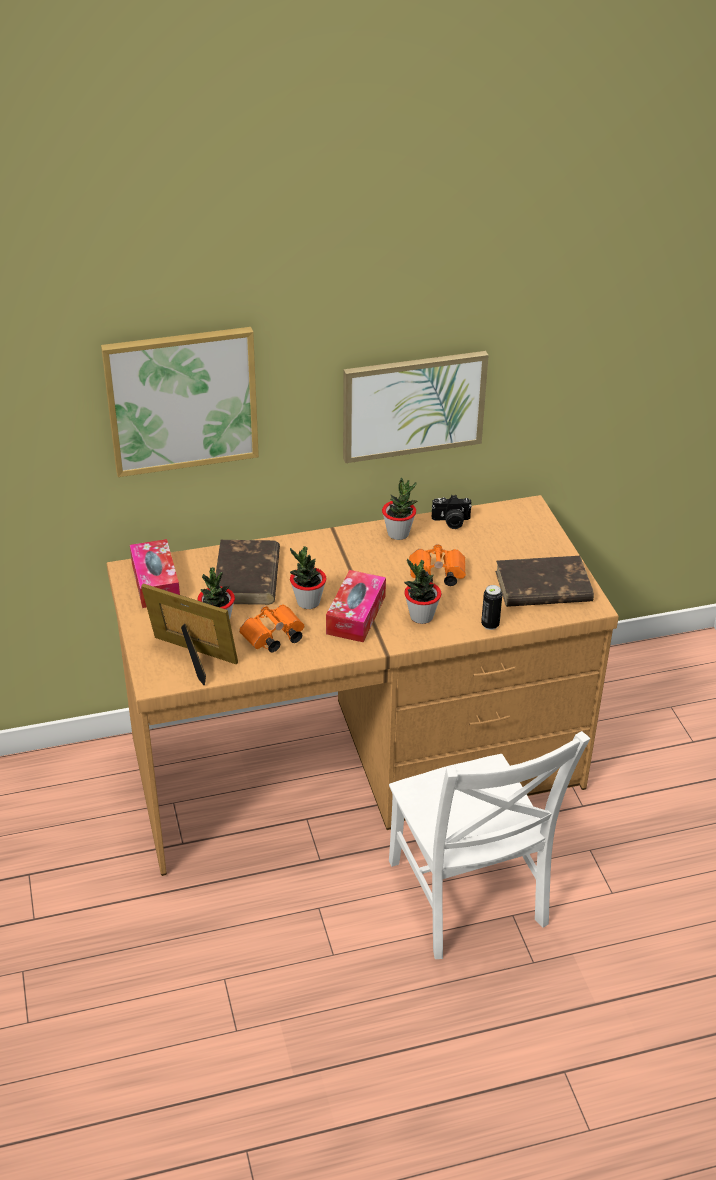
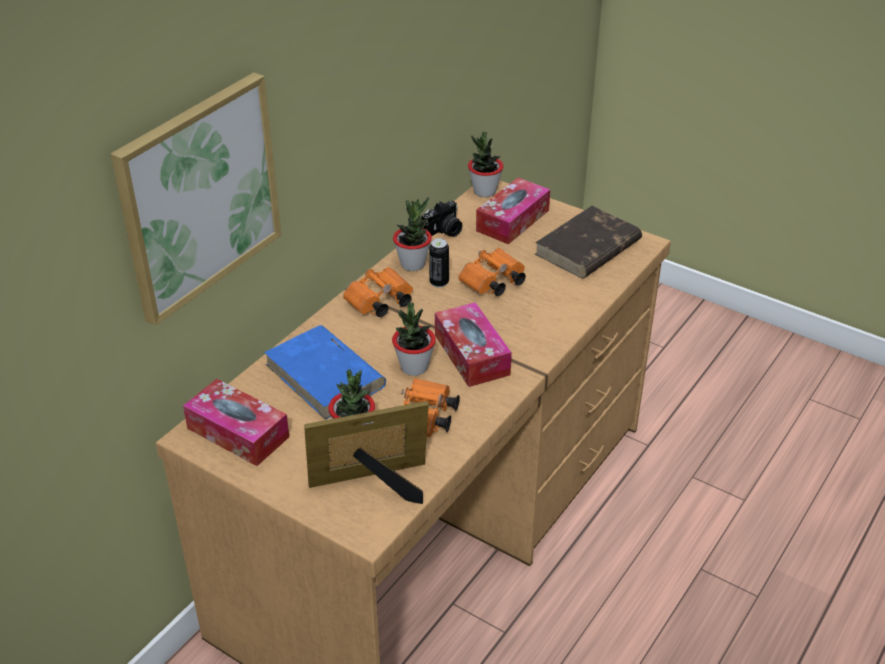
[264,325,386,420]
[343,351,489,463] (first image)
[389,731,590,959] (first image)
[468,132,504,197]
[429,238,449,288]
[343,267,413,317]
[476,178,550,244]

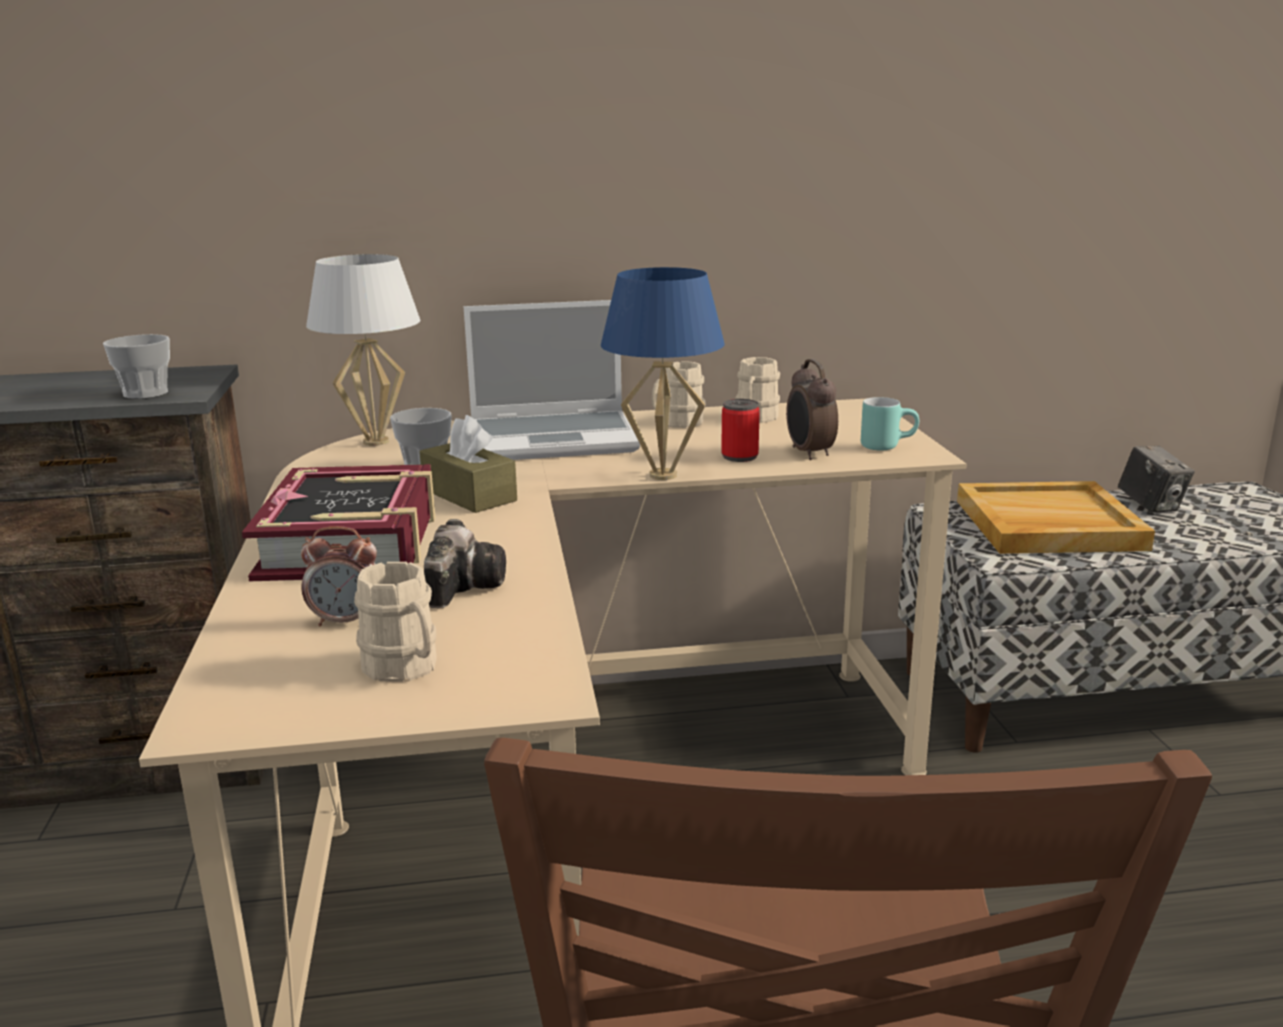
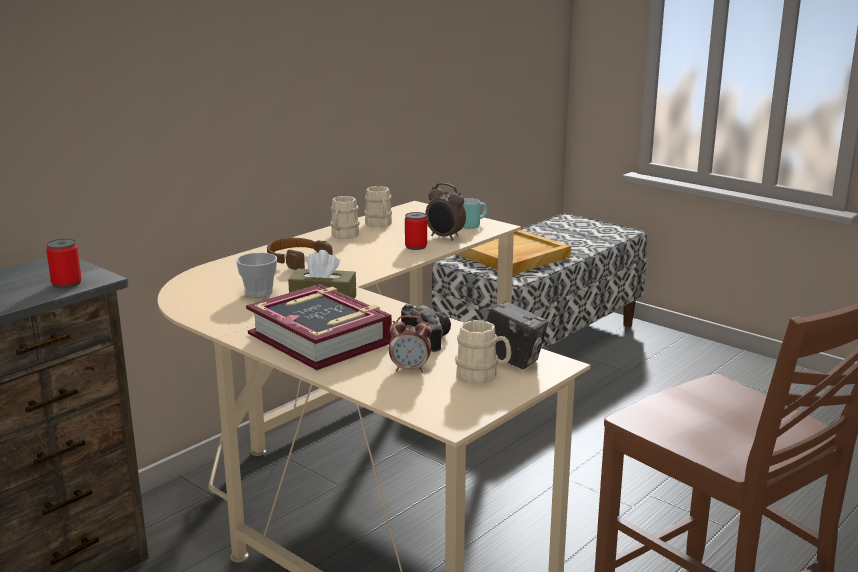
[46,239,82,288]
[389,315,432,372]
[306,254,420,446] (first image)
[267,238,333,270]
[601,267,725,480] (first image)
[486,301,549,369]

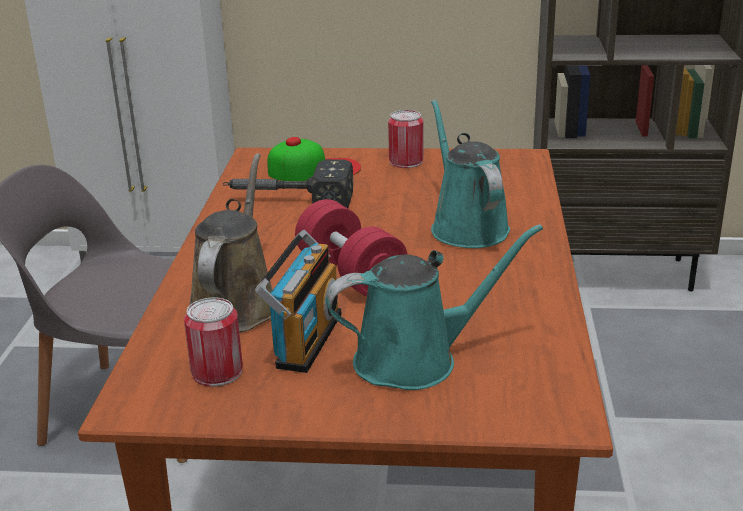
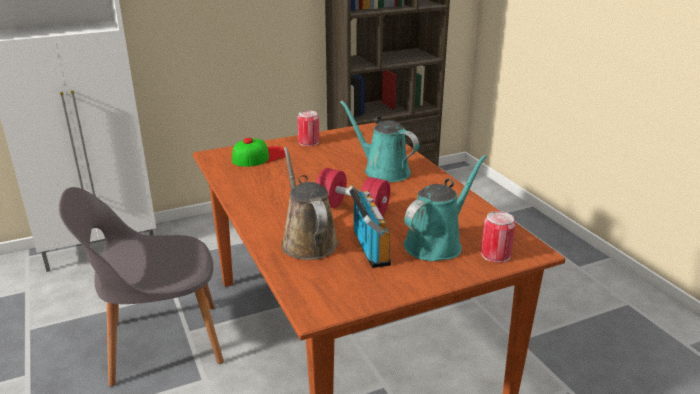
[481,211,516,263]
[223,159,353,208] (first image)

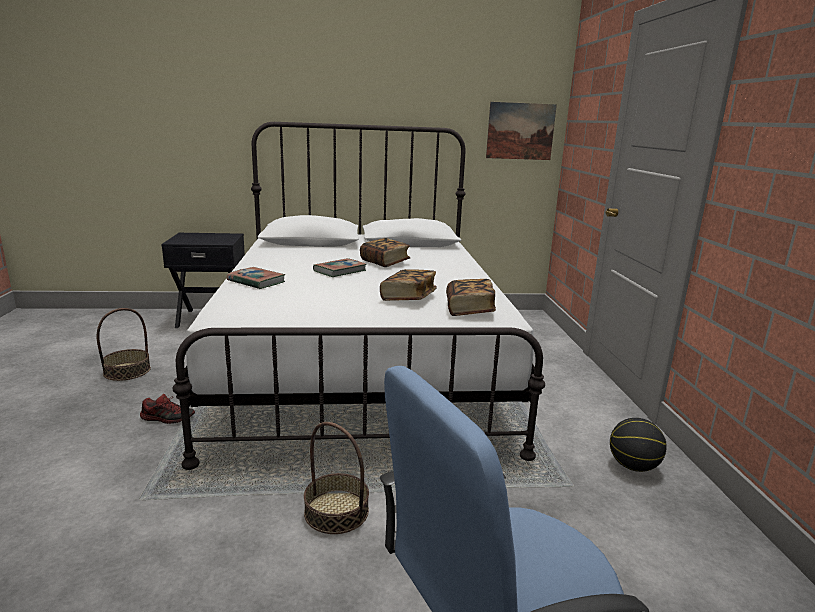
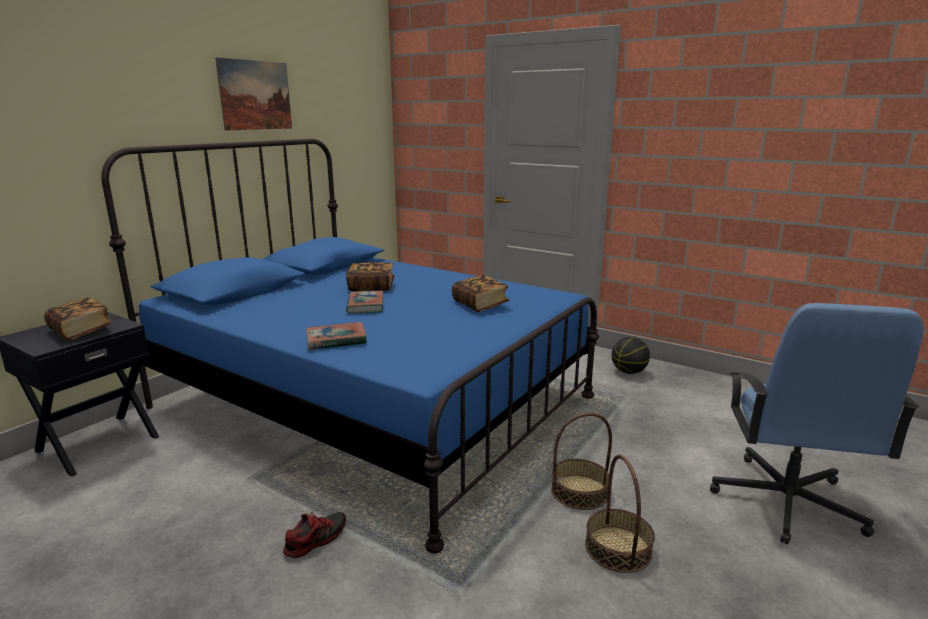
[585,455,655,573]
[101,139,599,553]
[44,298,112,341]
[215,57,292,131]

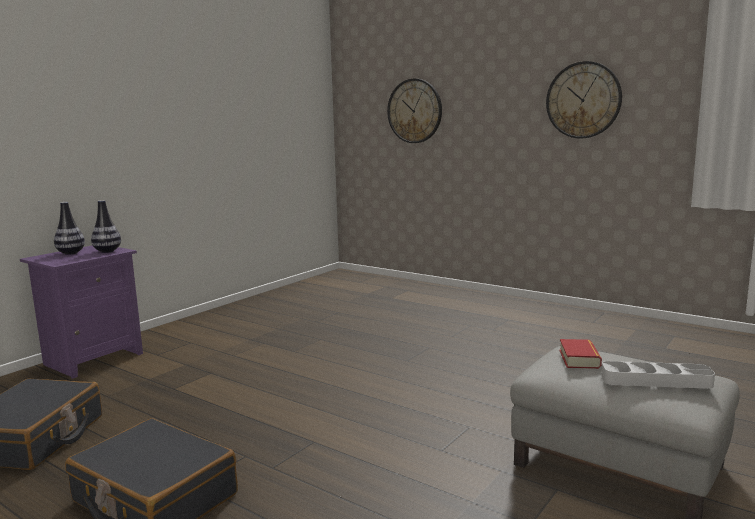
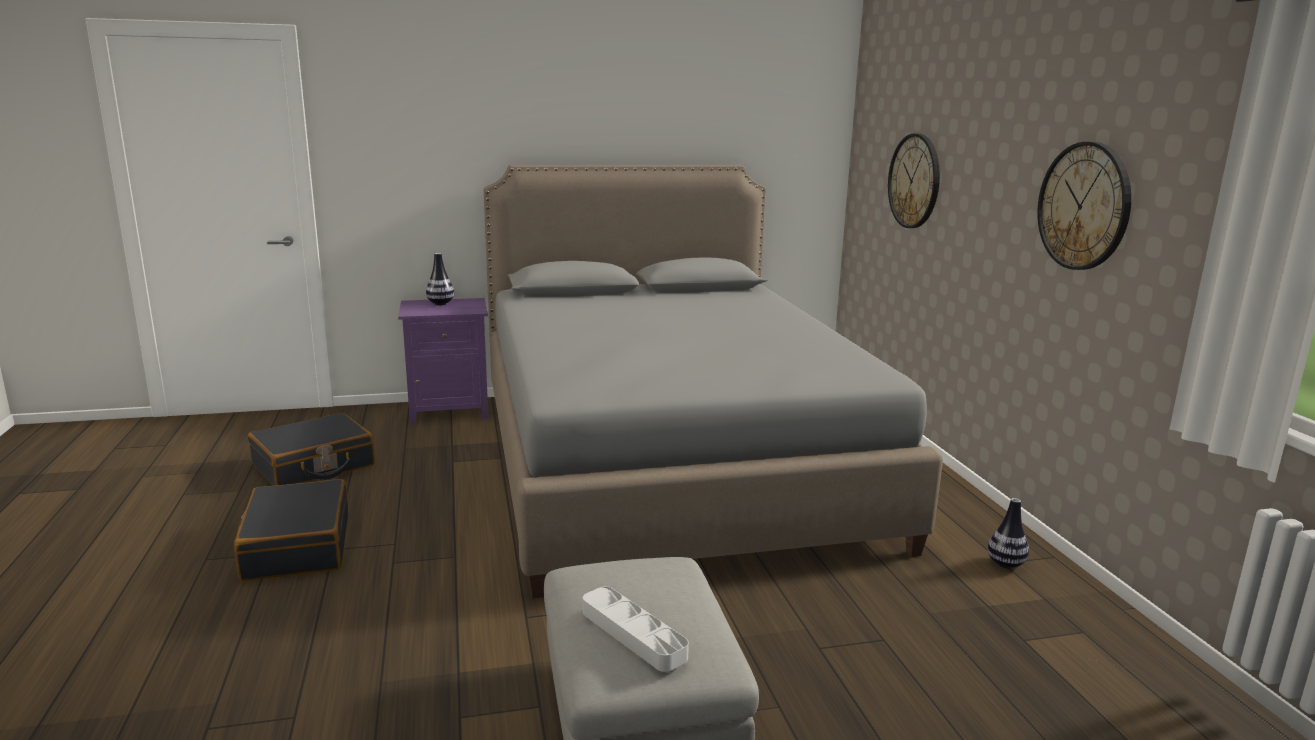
[988,498,1029,568]
[559,339,602,369] (first image)
[484,165,943,598]

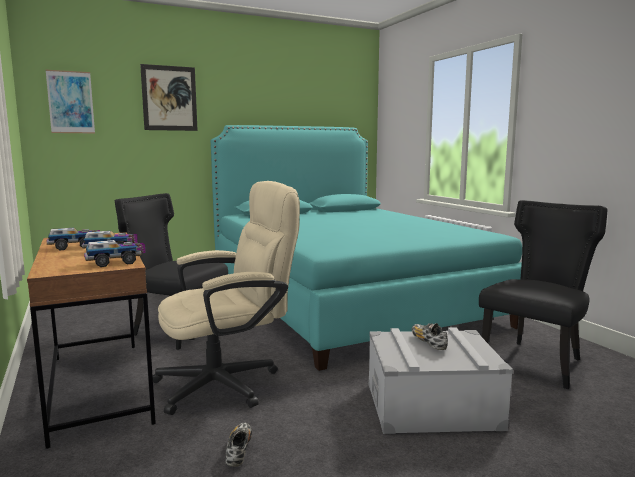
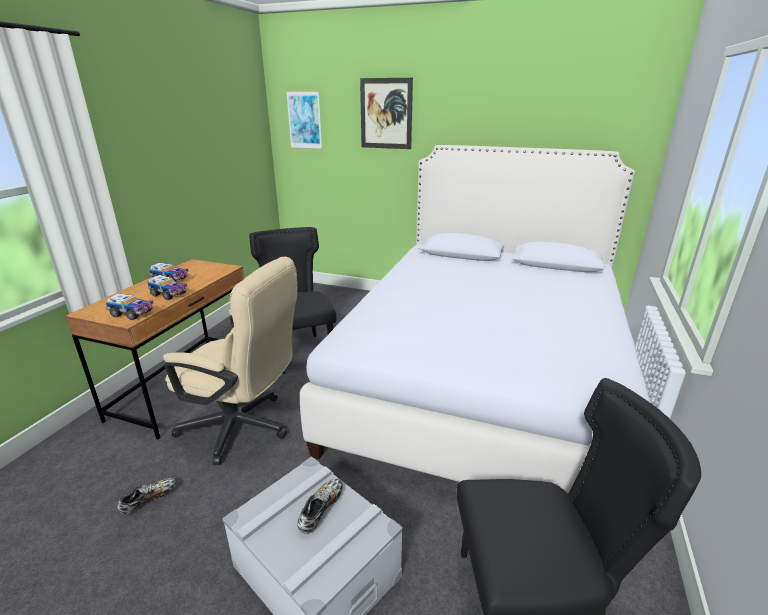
[300,145,651,493]

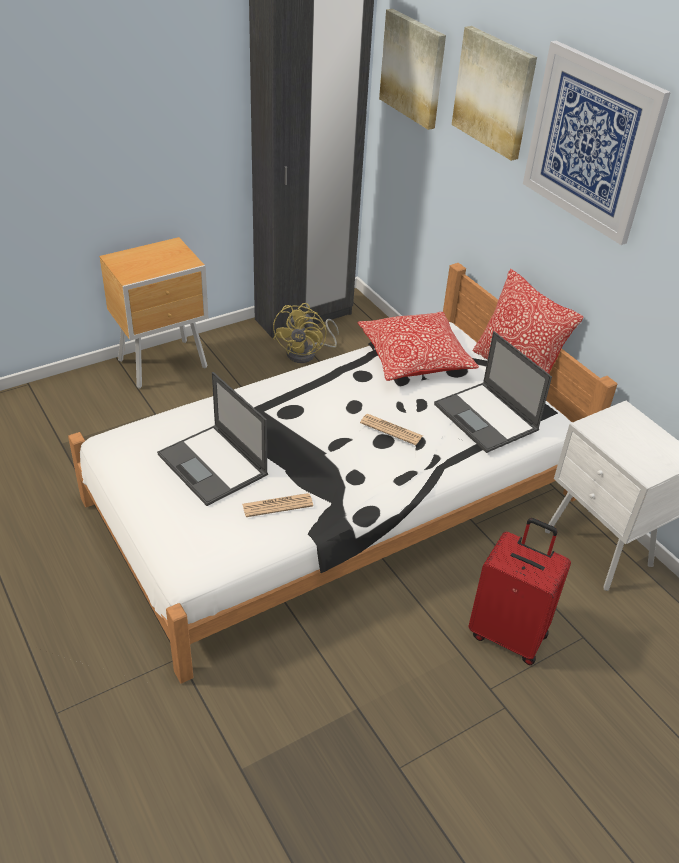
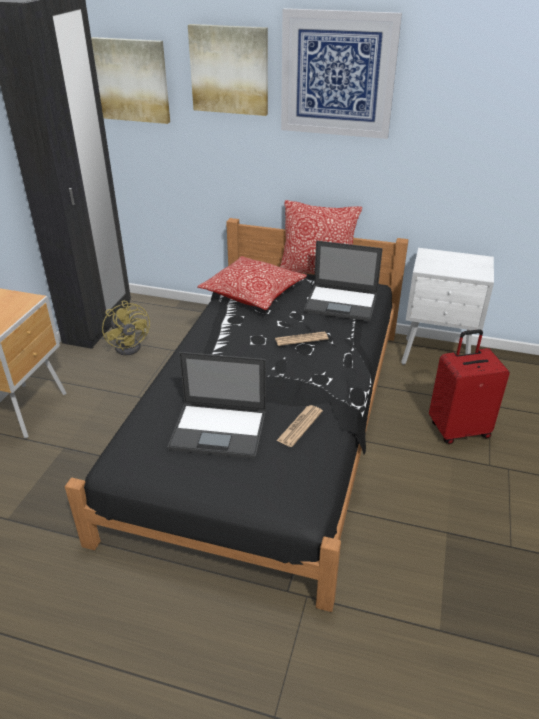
[65,218,408,612]

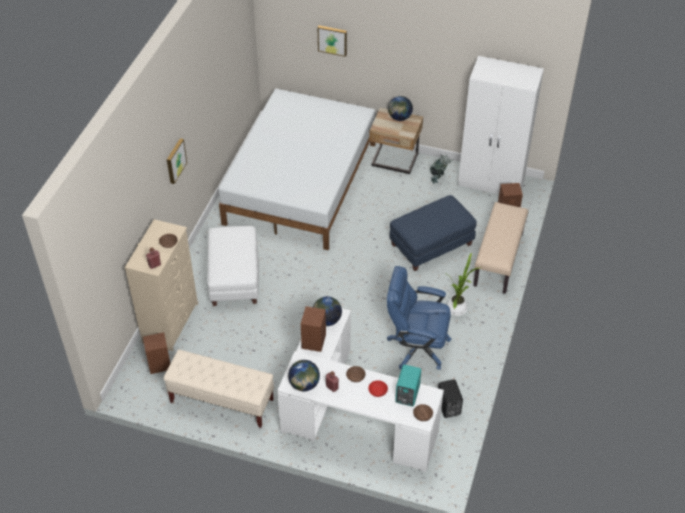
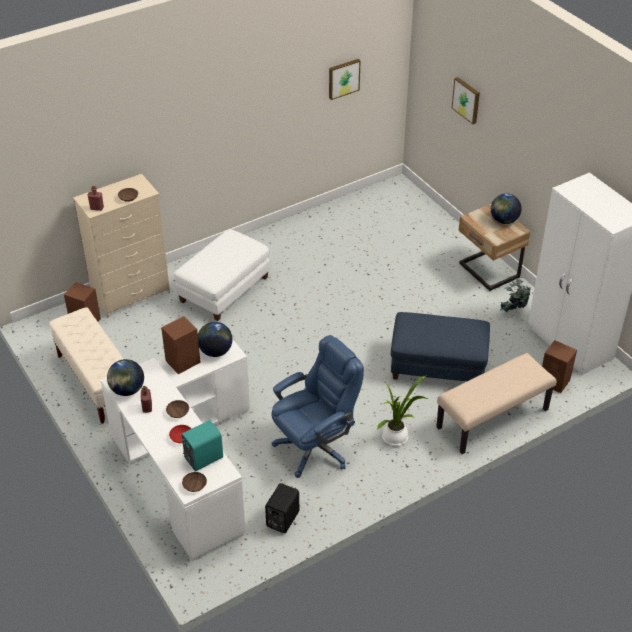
[329,59,361,100]
[218,89,376,250] (first image)
[271,335,364,478]

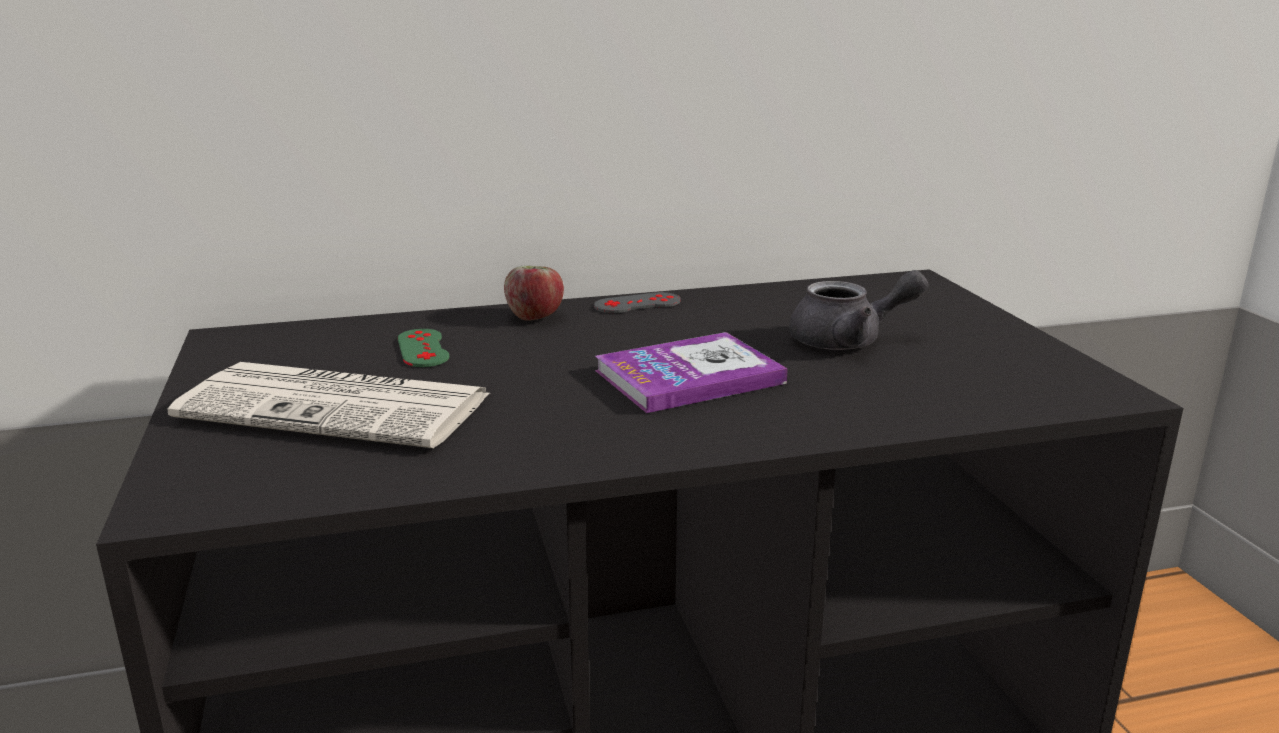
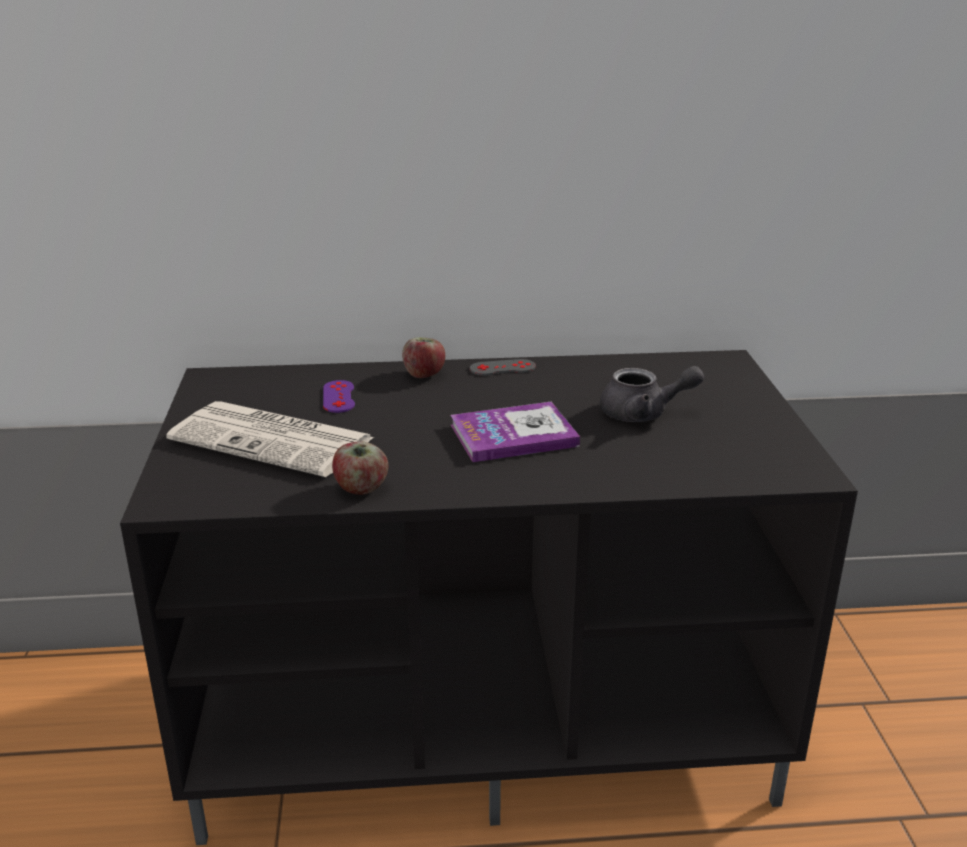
[323,380,355,413]
[332,441,388,495]

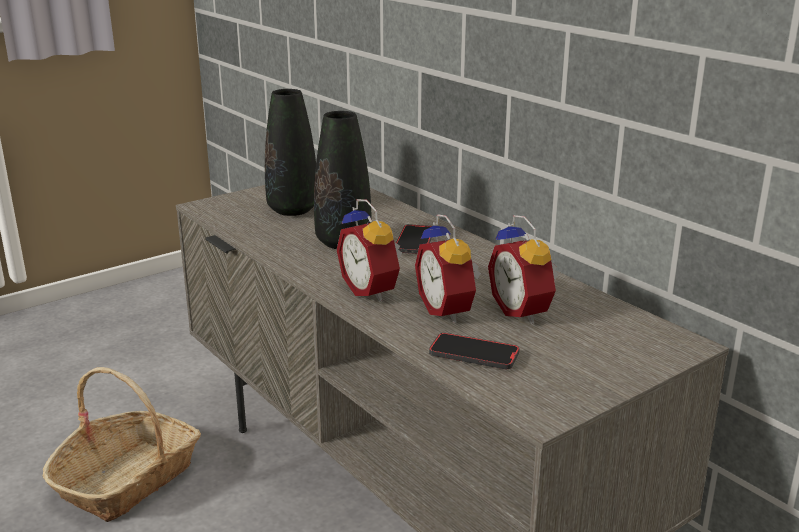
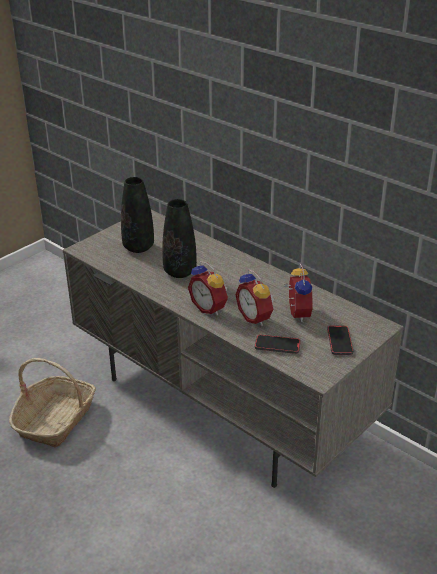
[327,325,353,355]
[284,264,313,322]

